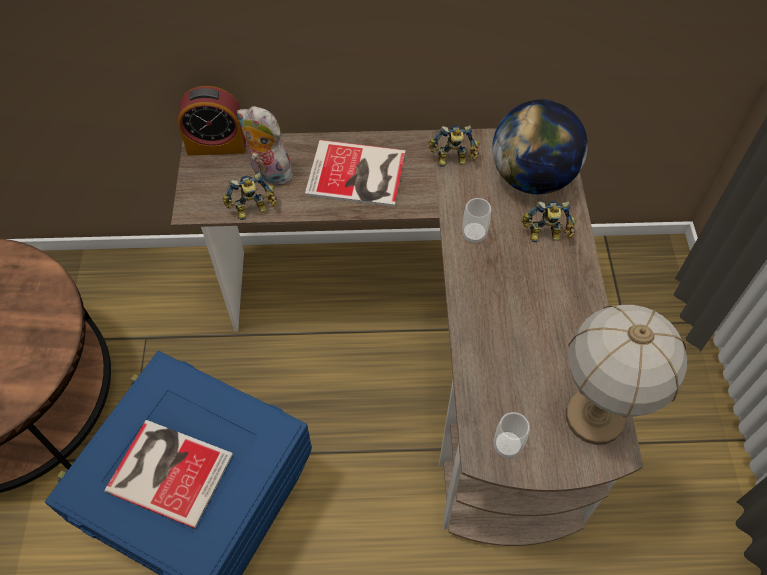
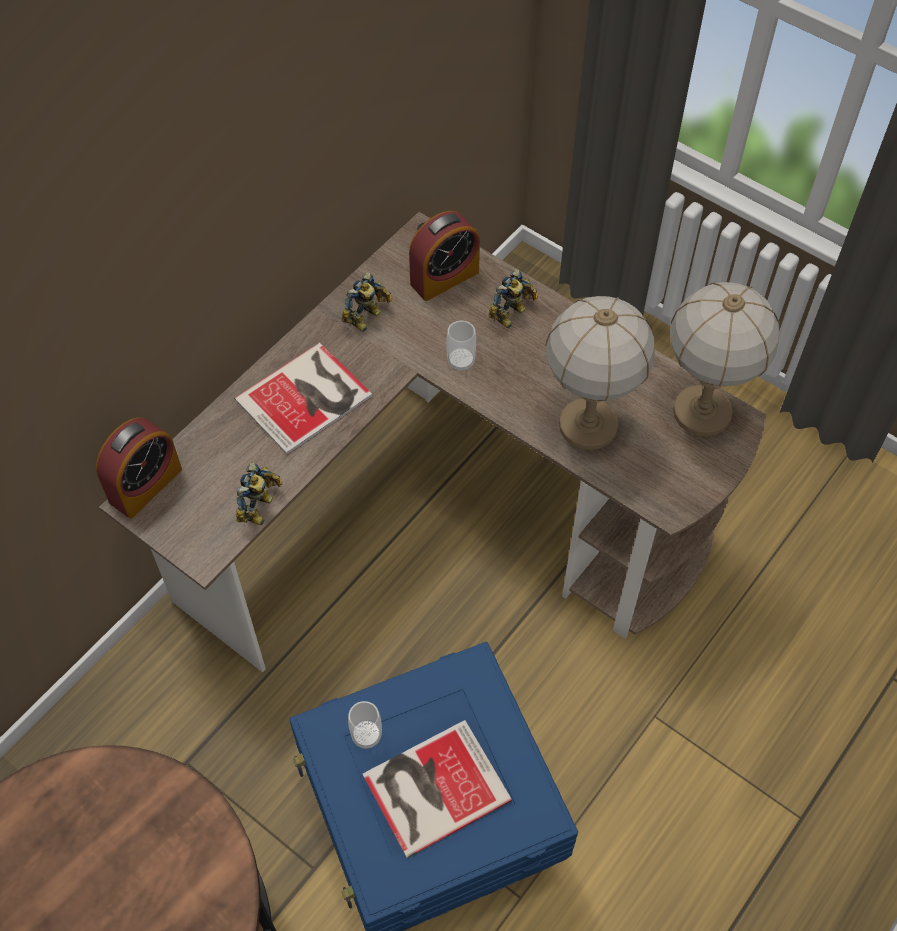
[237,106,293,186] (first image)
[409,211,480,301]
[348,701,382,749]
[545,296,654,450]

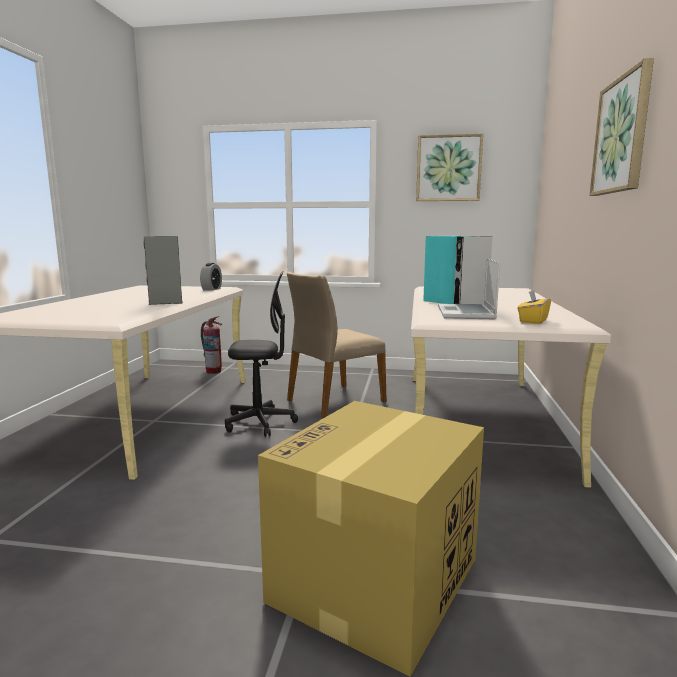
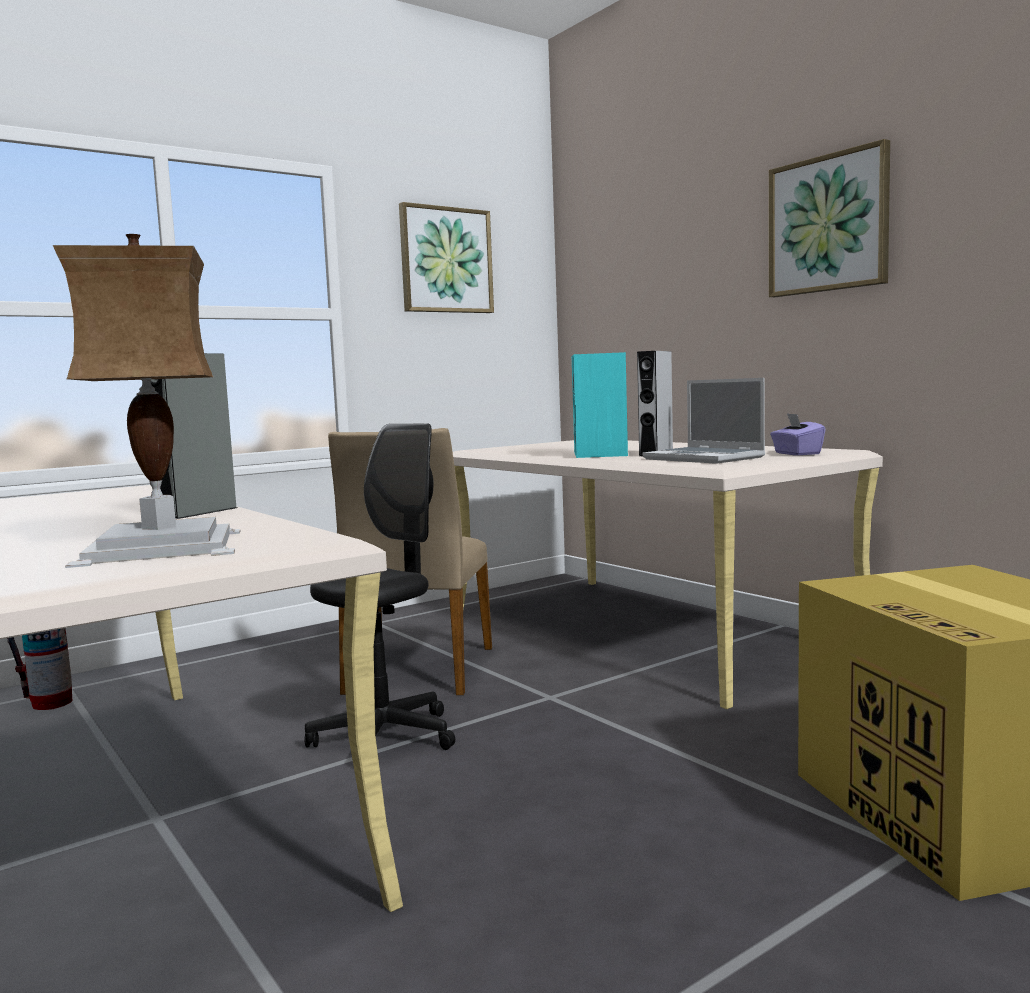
[200,263,222,291] (first image)
[770,413,826,456]
[53,234,240,568]

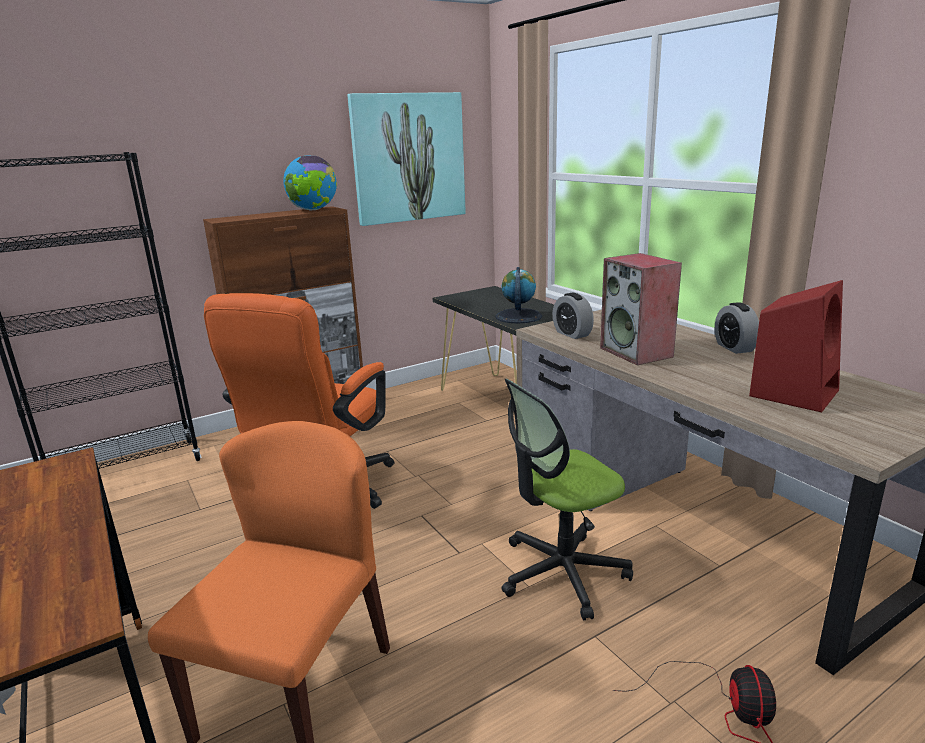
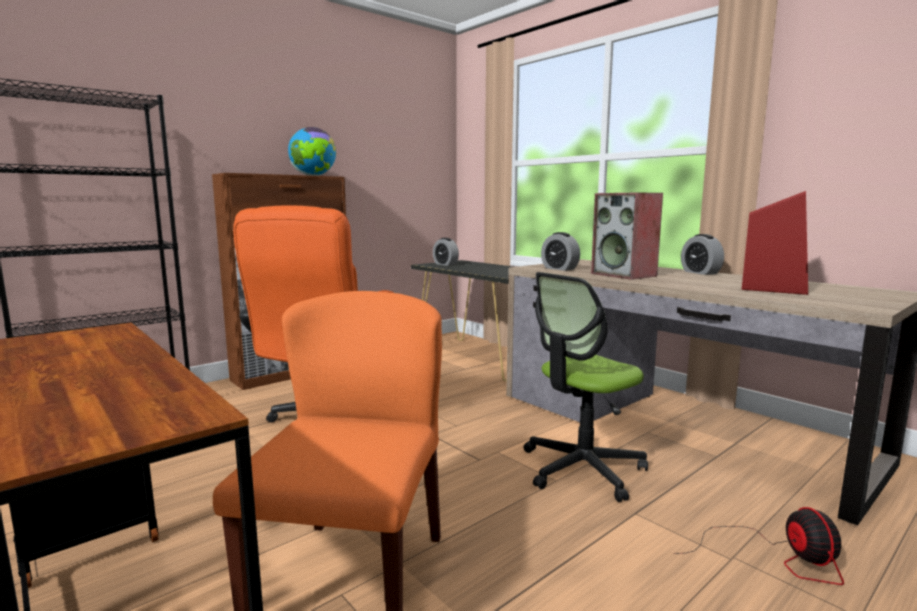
[347,92,466,226] (first image)
[495,267,543,324] (first image)
[433,238,459,266]

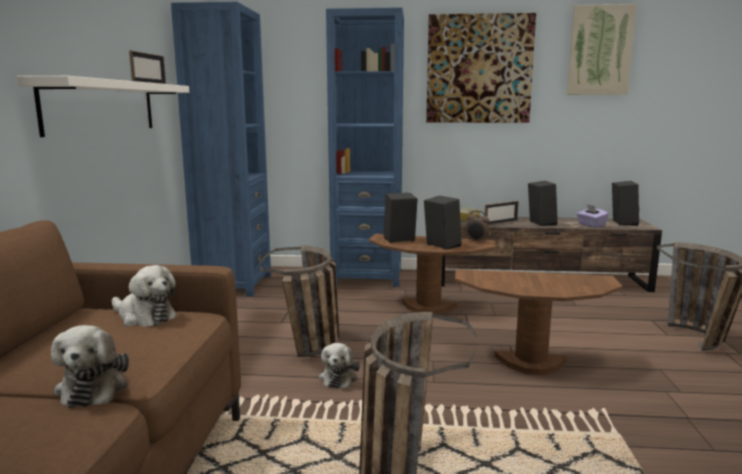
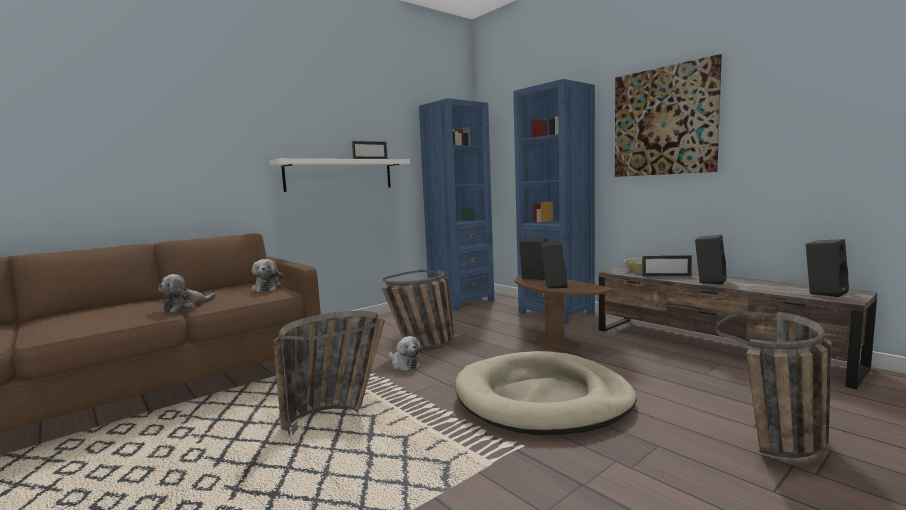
[389,336,421,371]
[455,351,636,435]
[465,211,489,243] (first image)
[567,4,637,95] (first image)
[577,204,609,228] (first image)

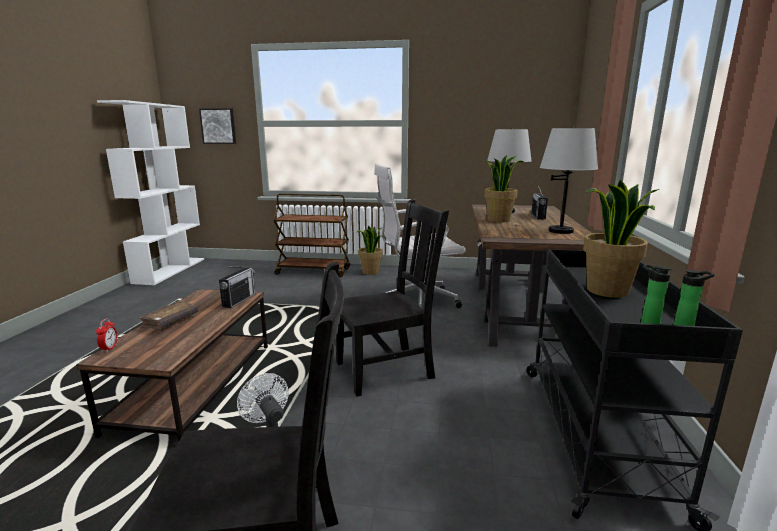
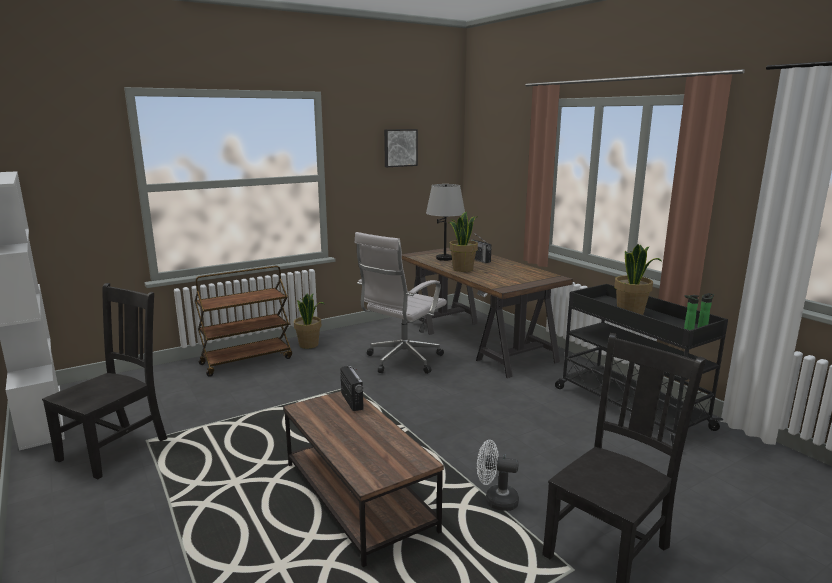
[96,318,117,352] (first image)
[138,301,198,329] (first image)
[384,129,418,167]
[42,283,167,479]
[540,127,598,234] (first image)

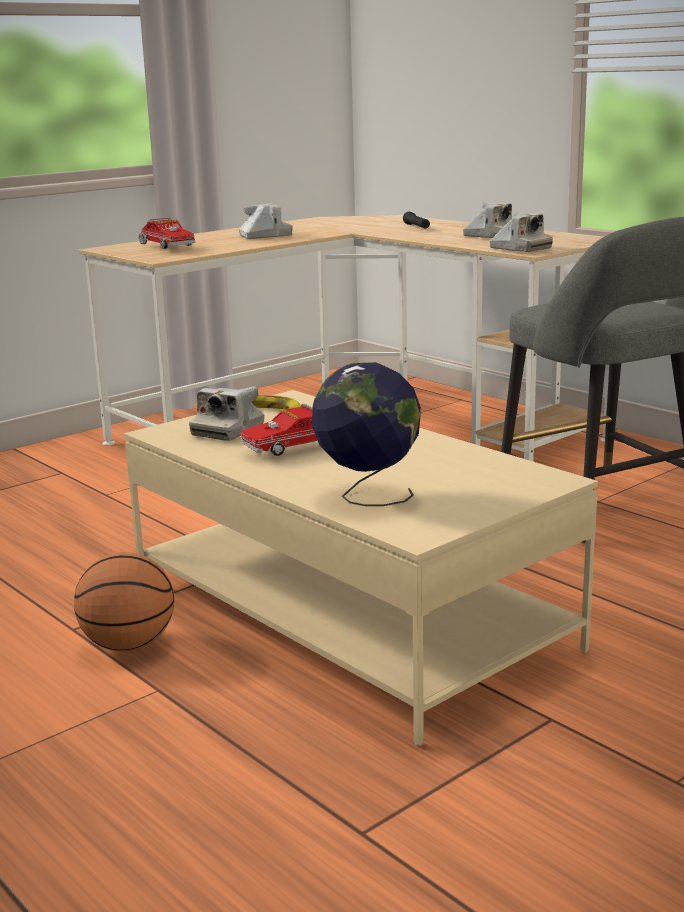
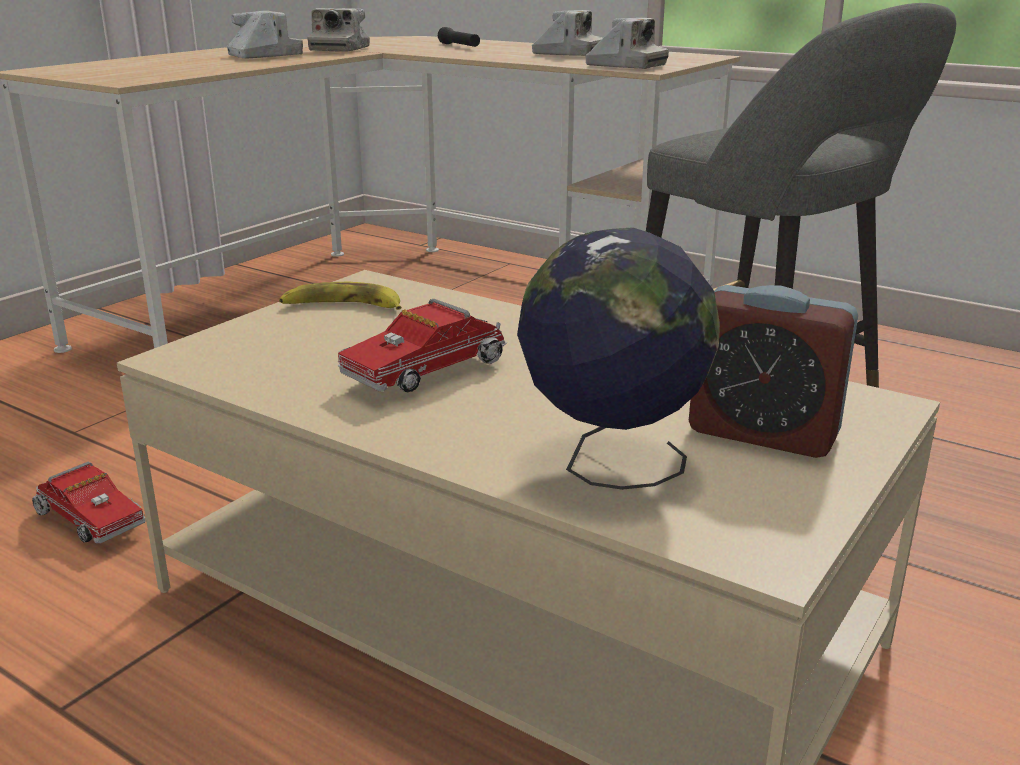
[74,552,174,651] (first image)
[32,462,146,543]
[307,8,370,52]
[689,285,858,458]

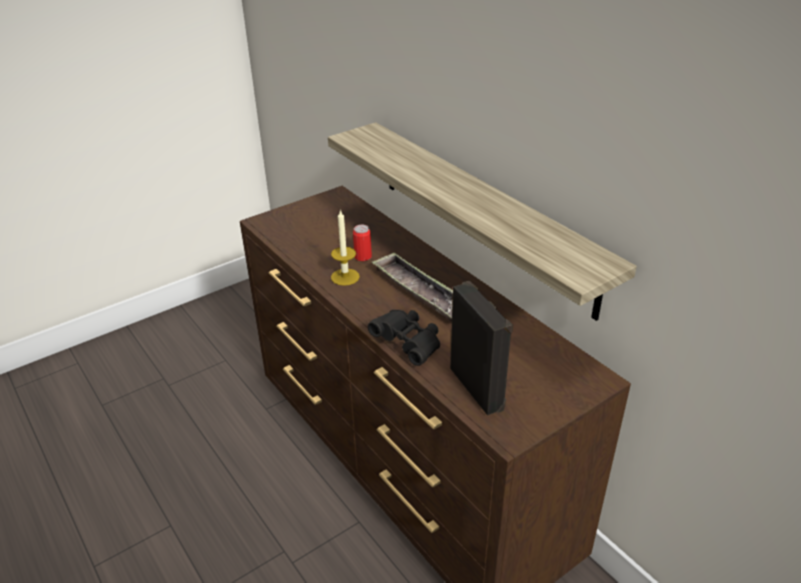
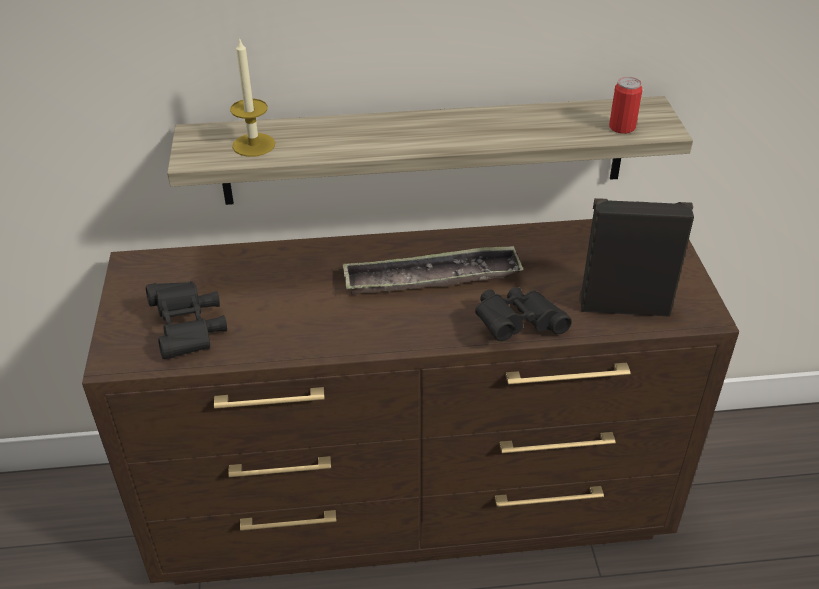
[230,37,275,157]
[609,77,642,134]
[146,281,227,359]

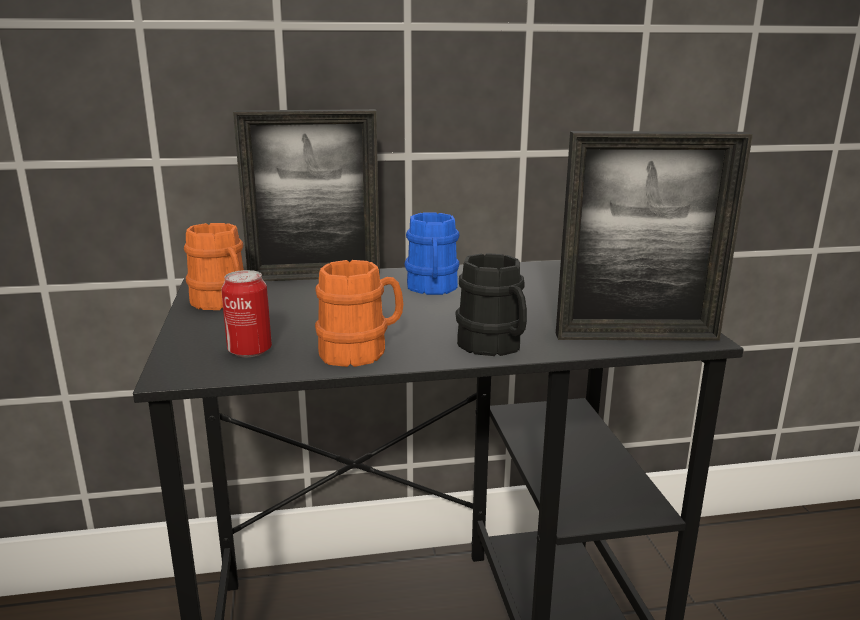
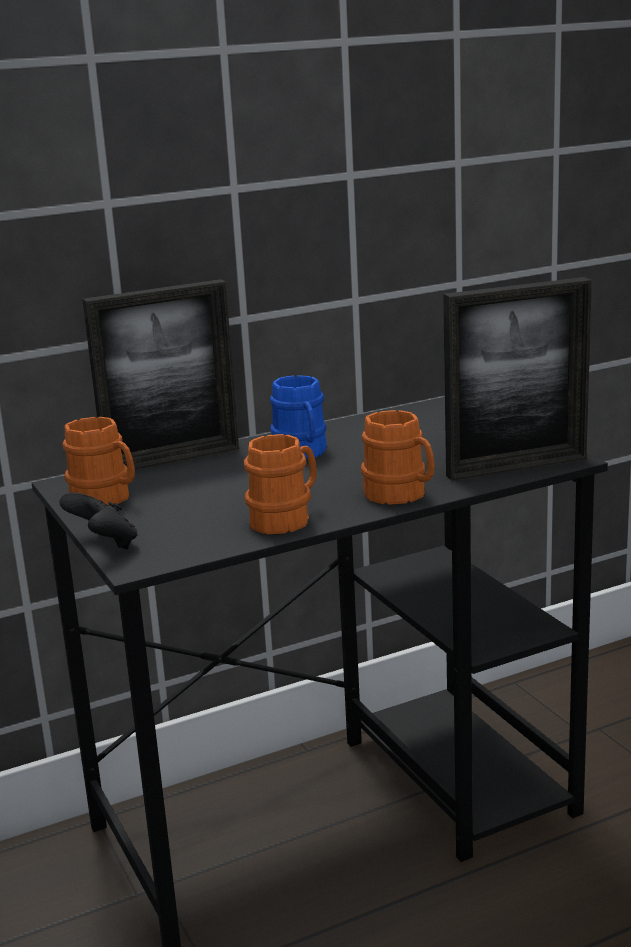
[221,270,272,357] (first image)
[361,410,435,505]
[59,492,138,549]

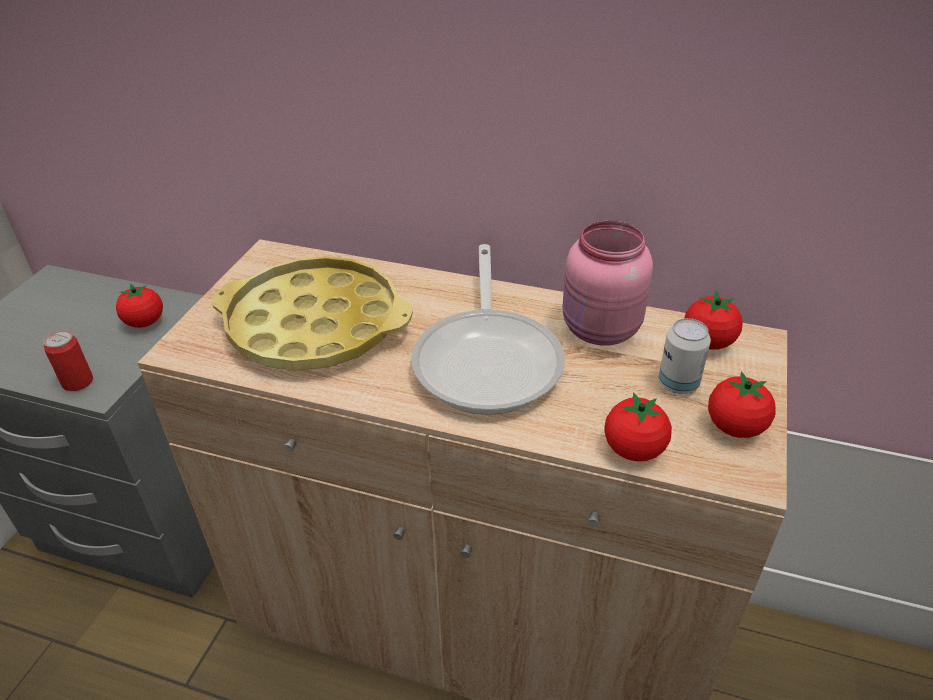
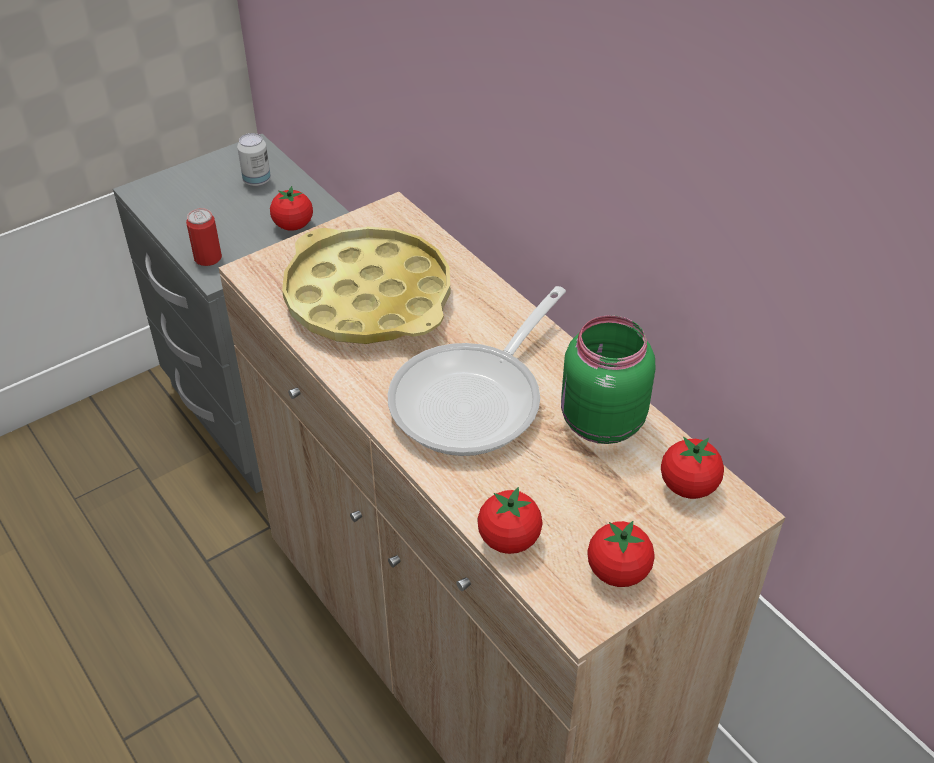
[561,315,655,444]
[237,133,271,187]

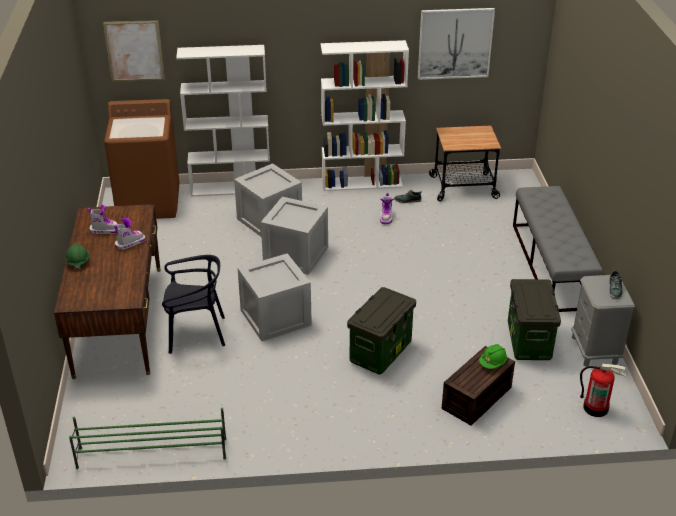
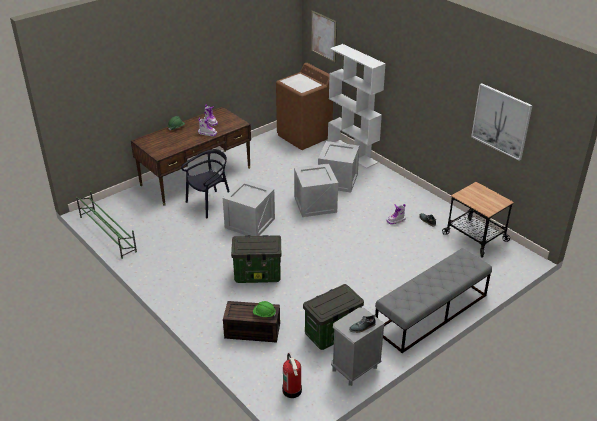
[181,149,229,218]
[321,40,409,191] (first image)

